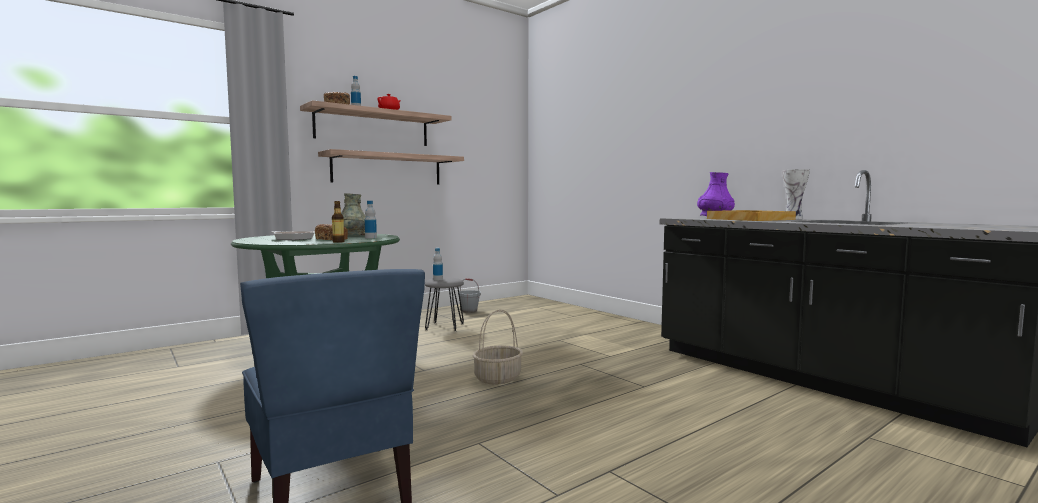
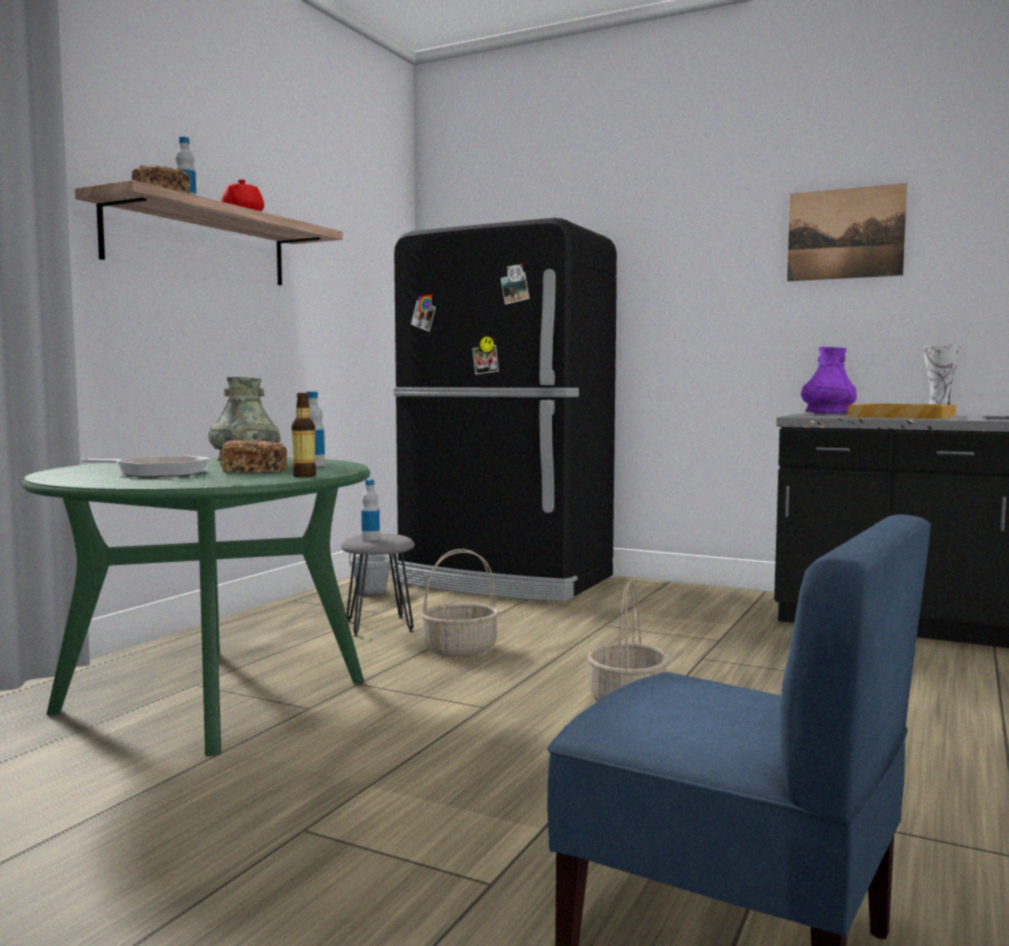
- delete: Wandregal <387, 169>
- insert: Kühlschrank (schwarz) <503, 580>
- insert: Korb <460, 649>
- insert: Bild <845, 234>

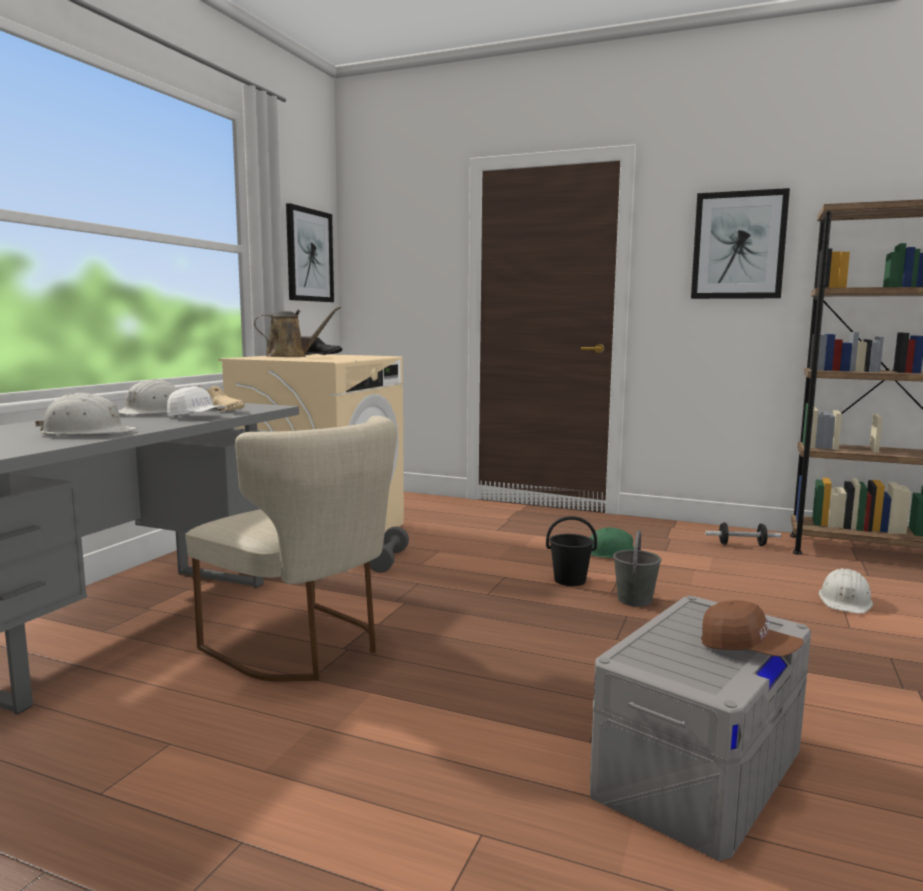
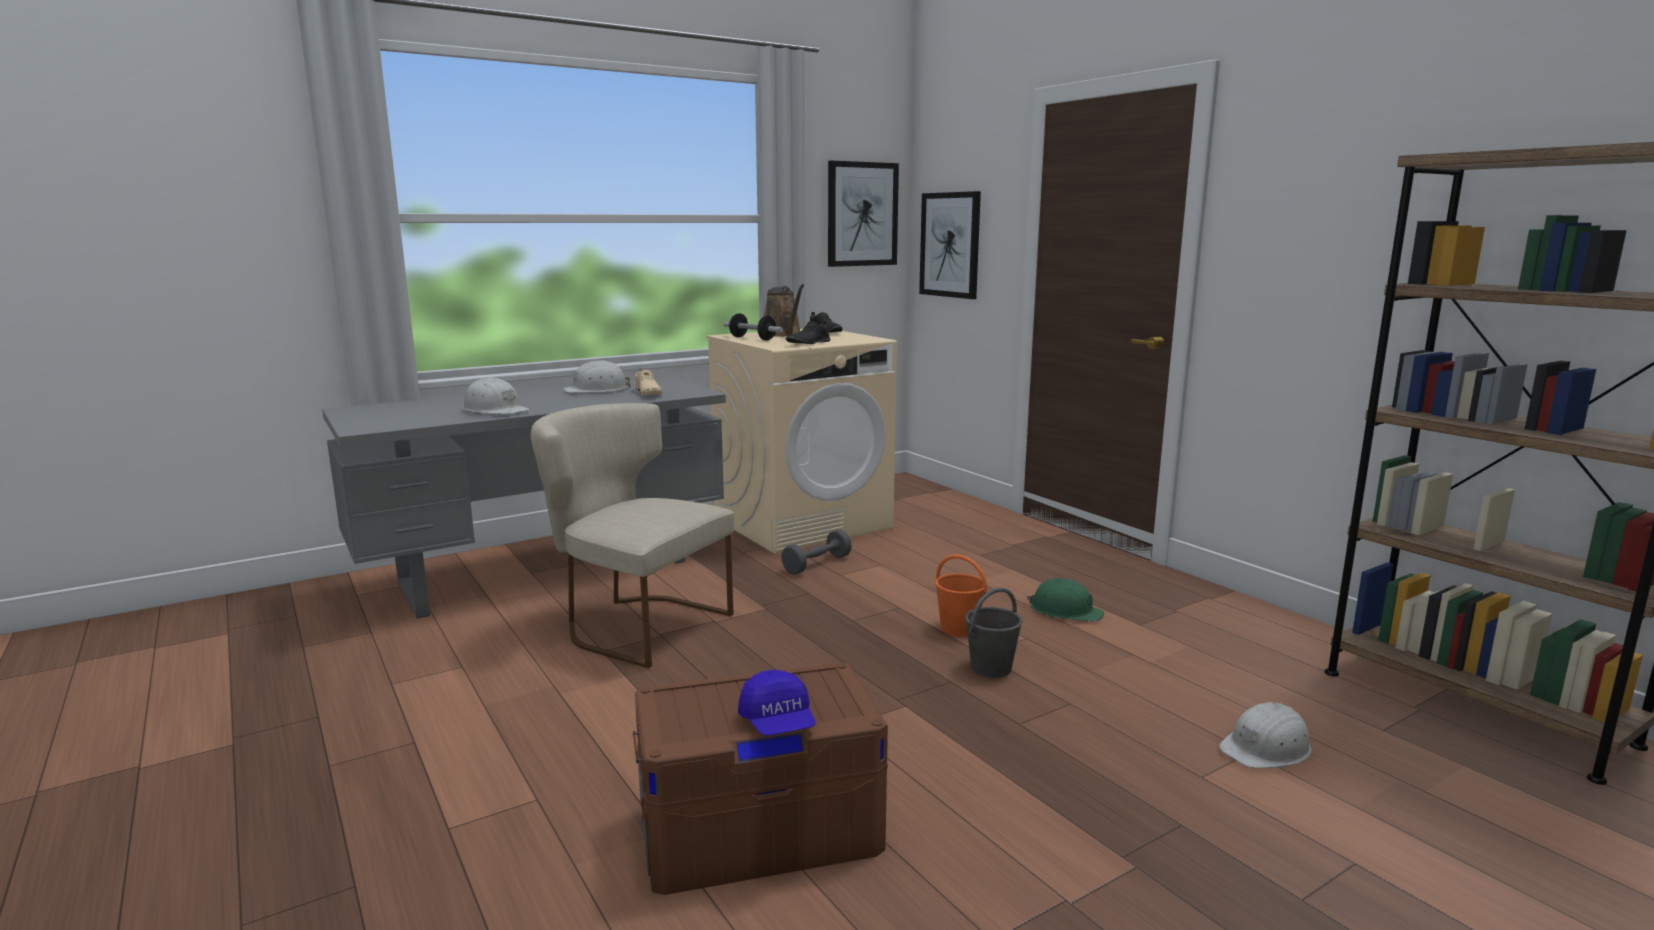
- delete: Kappe (weiß) <196, 417>
- insert: Schuh (schwarz) <808, 343>
- move: Bild <738, 245> to <950, 245>
- move: Hantel <742, 544> to <752, 338>
- recolor: Eimer (schwarz) <570, 580> to Eimer (orange) <959, 629>
- recolor: Aufbewahrungsbox (grau) <698, 769> to Aufbewahrungsbox (braun) <760, 829>
- recolor: Kappe (braun) <748, 649> to Kappe (blau) <778, 724>
- rotate: Stuhl (beige) <306, 647> = <635, 625> 135 degrees clockwise
- rotate: Gießkanne (braun) <290, 356> = <783, 334> 45 degrees clockwise

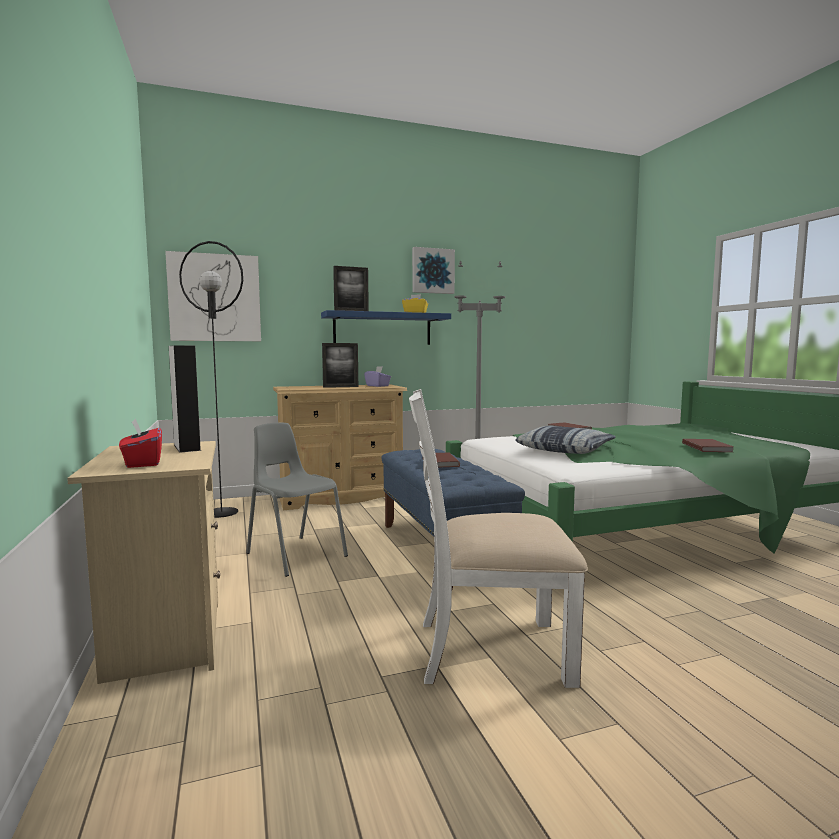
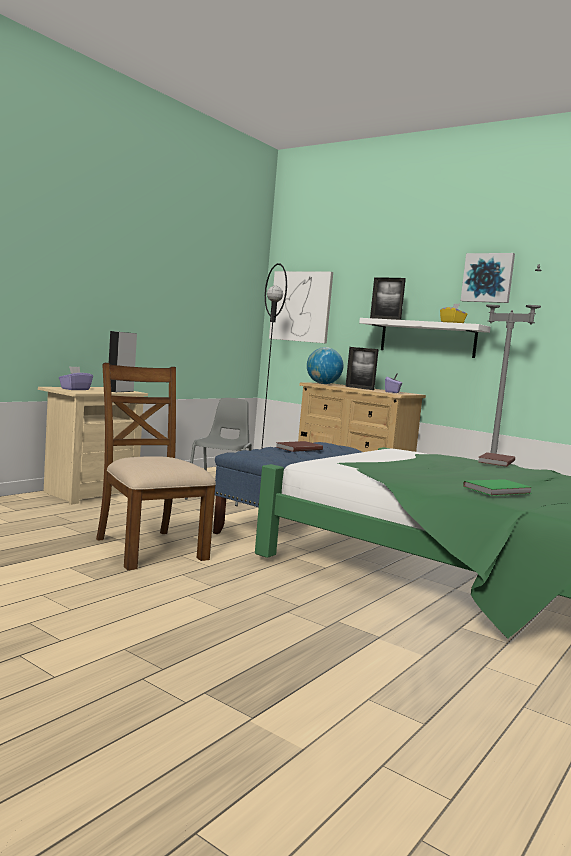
- delete: Kissen <565, 450>
- insert: Globus <323, 384>
- recolor: Taschentuchbox (rot) <142, 463> to Taschentuchbox (lila) <75, 389>
- recolor: Wandregal (blau) <382, 329> to Wandregal (weiß) <427, 338>
- recolor: Stuhl (weiß) <490, 650> to Stuhl (braun) <149, 548>
- recolor: Buch (braun) <707, 447> to Buch (grün) <499, 490>

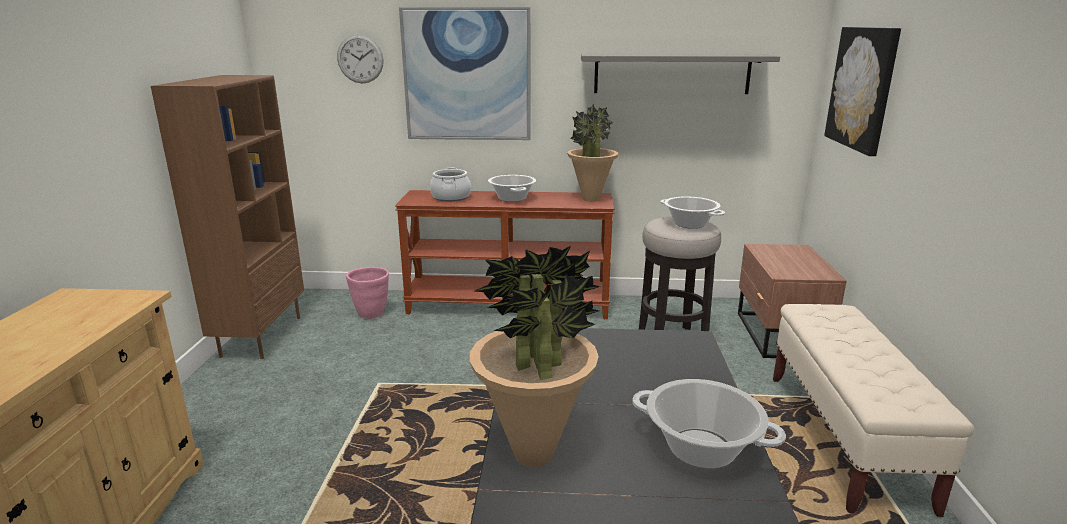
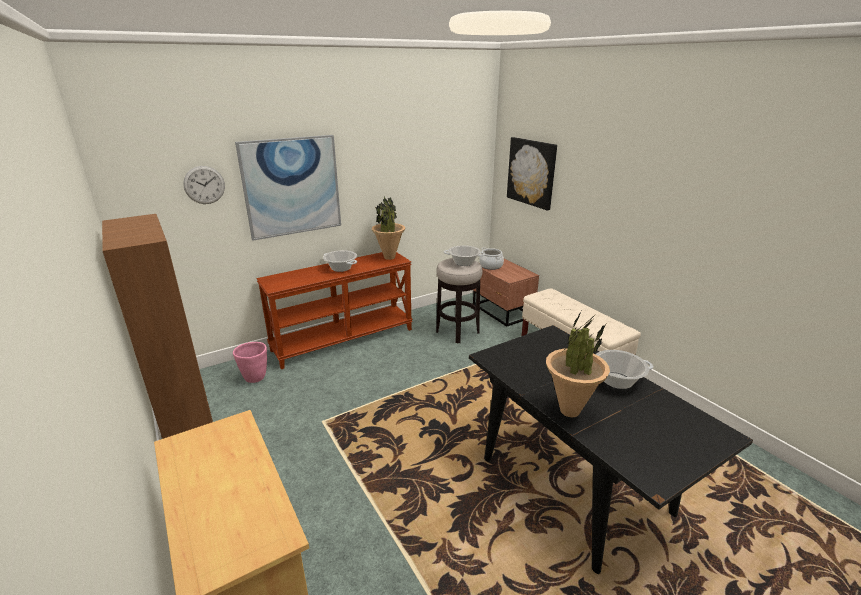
- delete: Wandregal (grau) <671, 73>
- move: Kochtopf <451, 197> to <491, 266>

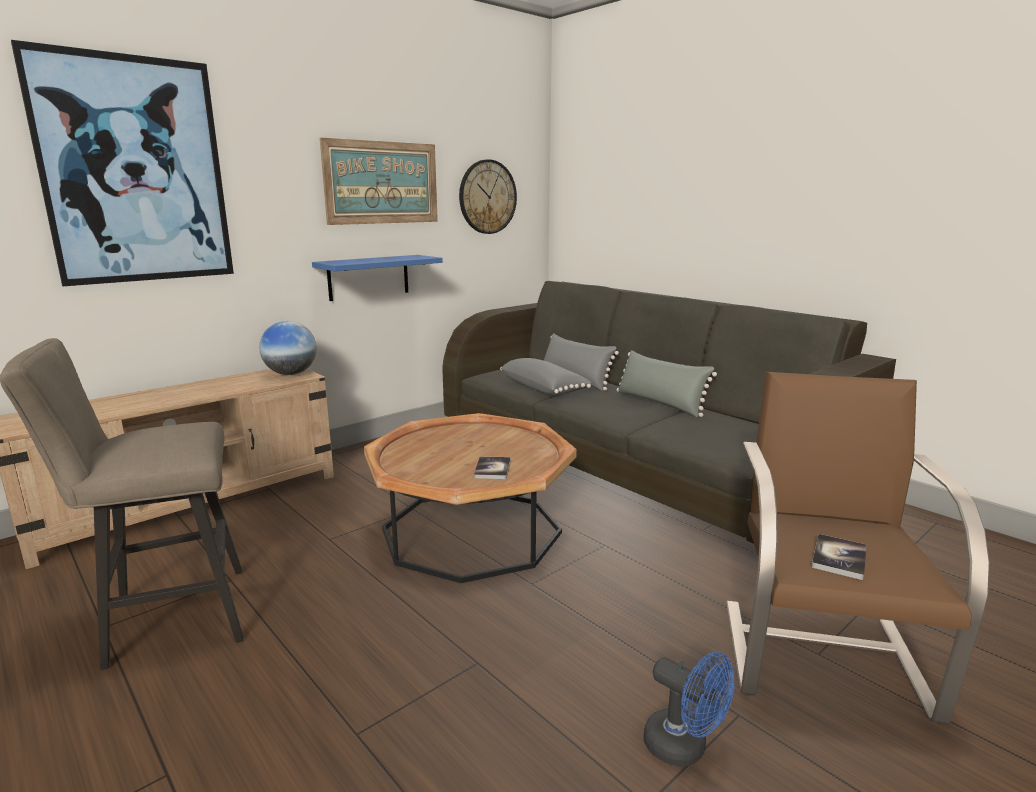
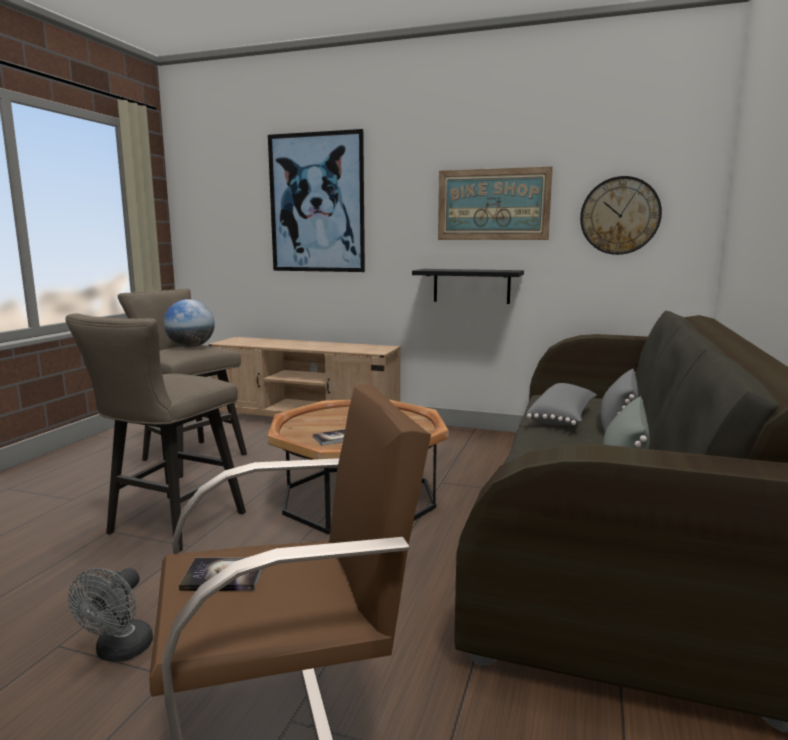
- insert: Hocker (beige) <169, 526>
- move: Globus <291, 374> to <191, 347>
- recolor: Wandregal (blau) <368, 277> to Wandregal (schwarz) <471, 286>
- recolor: Ventilator (blau) <684, 748> to Ventilator (grau) <119, 652>

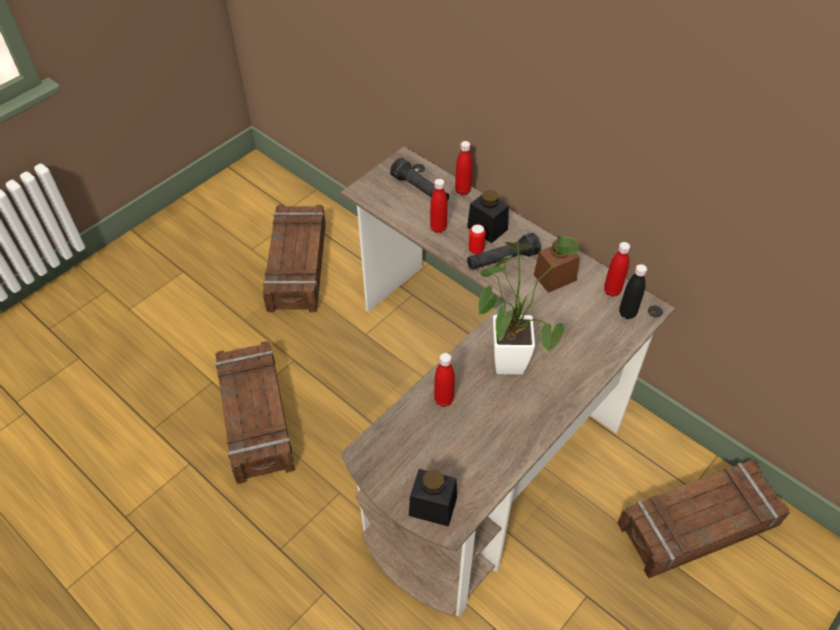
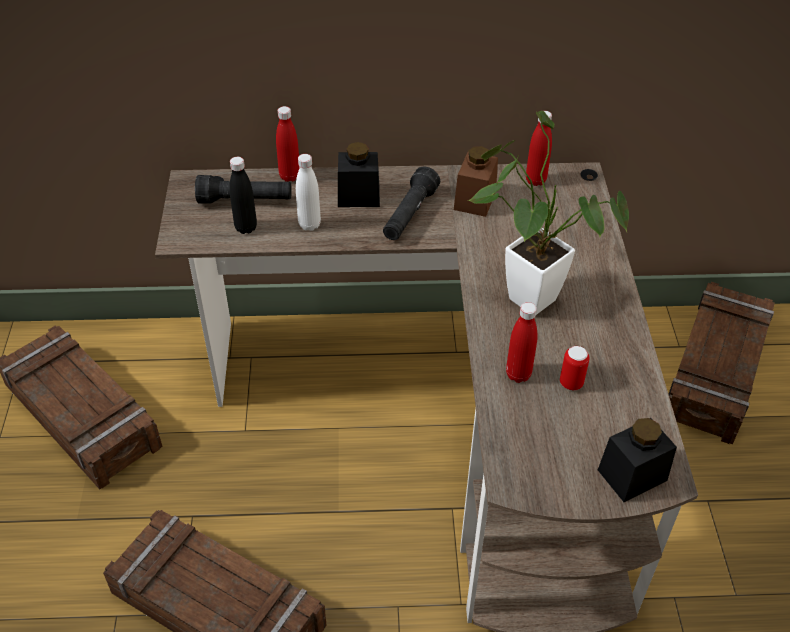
- move: Dose <476, 250> to <571, 383>
- move: Flasche (schwarz) <627, 313> to <246, 228>
- recolor: Flasche (rot) <438, 228> to Flasche (weiß) <309, 225>

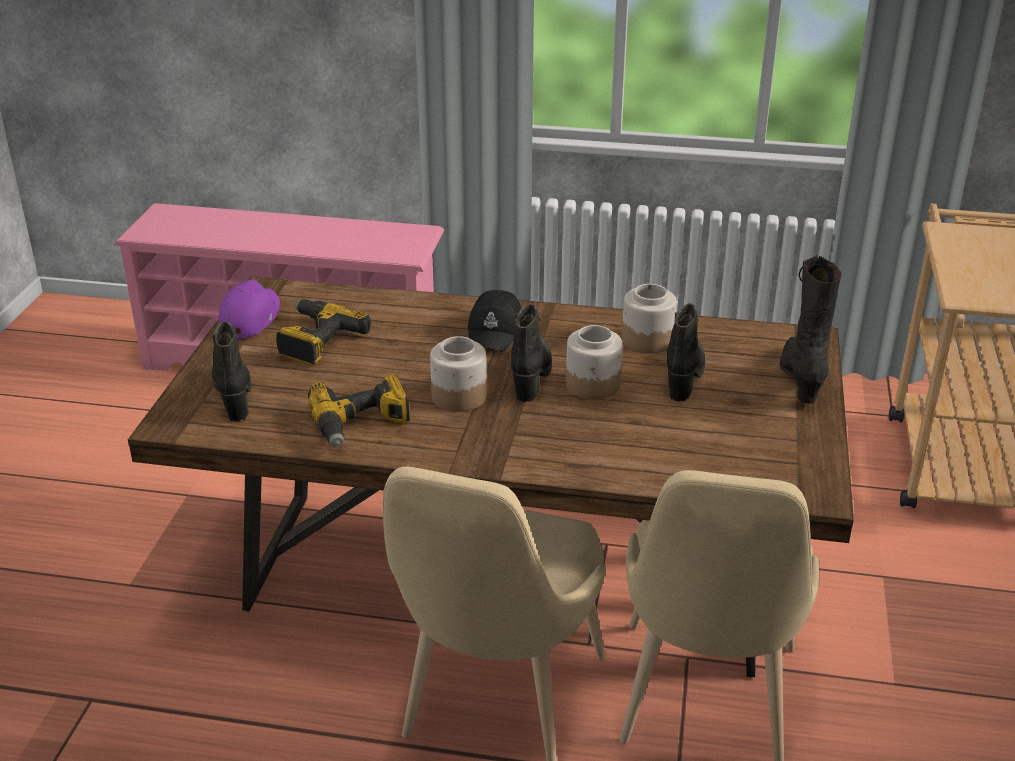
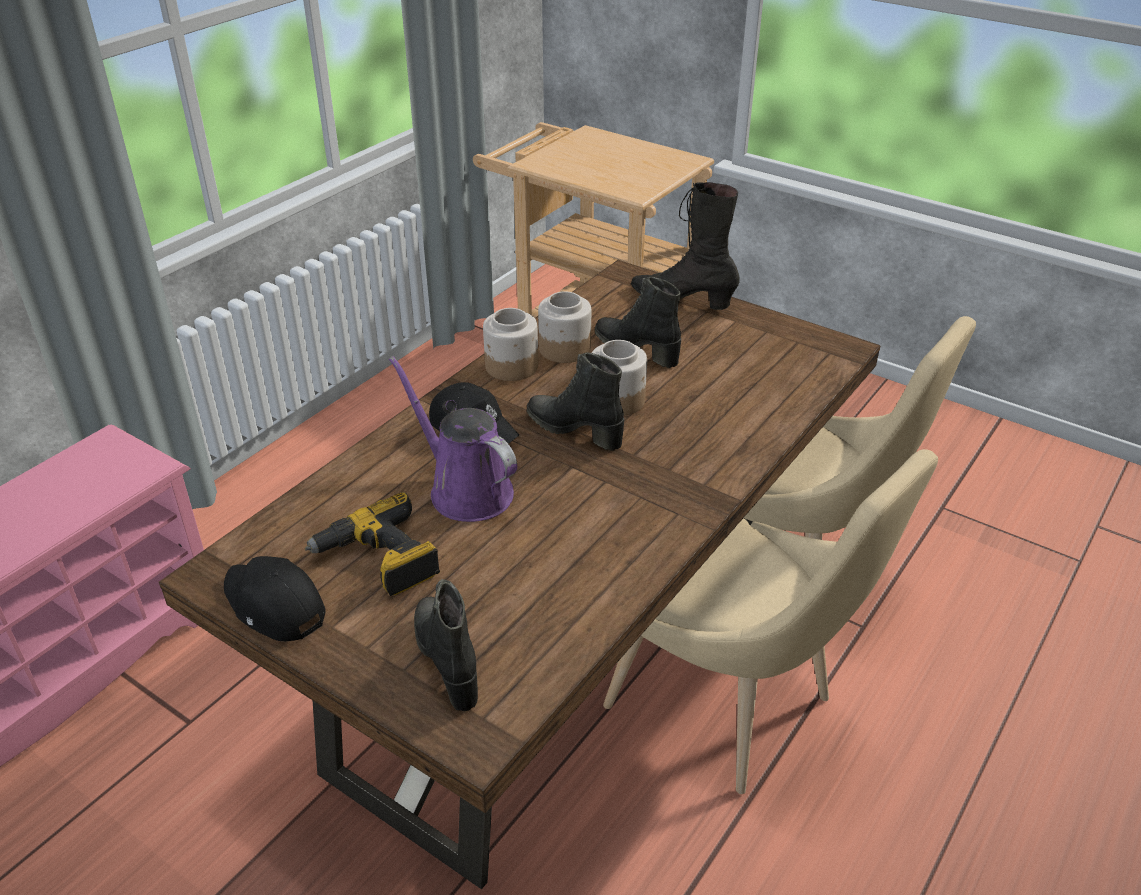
- delete: Bohrmaschine <361, 424>
- insert: Gießkanne (lila) <465, 490>
- move: Vorratsglas <458, 397> to <511, 367>
- recolor: Kappe (lila) <249, 318> to Kappe (schwarz) <274, 606>
- rotate: Stiefel (schwarz) <234, 394> = <449, 660> 60 degrees clockwise

